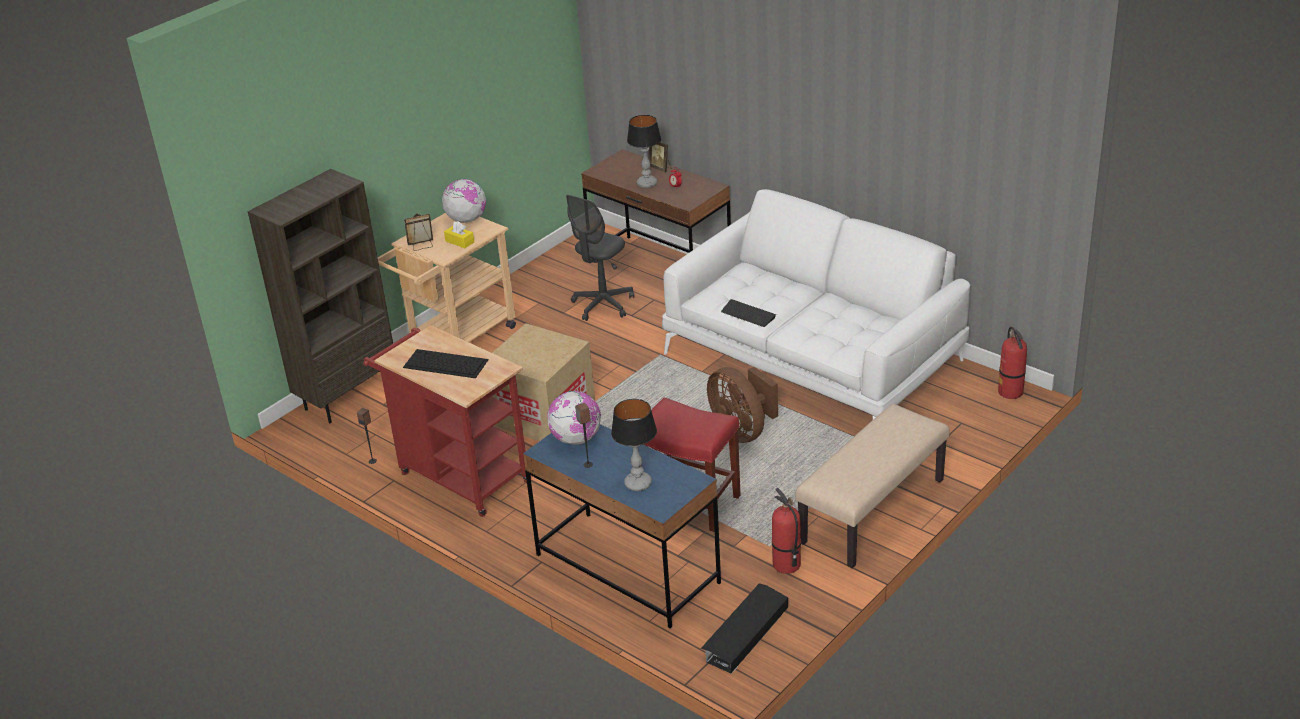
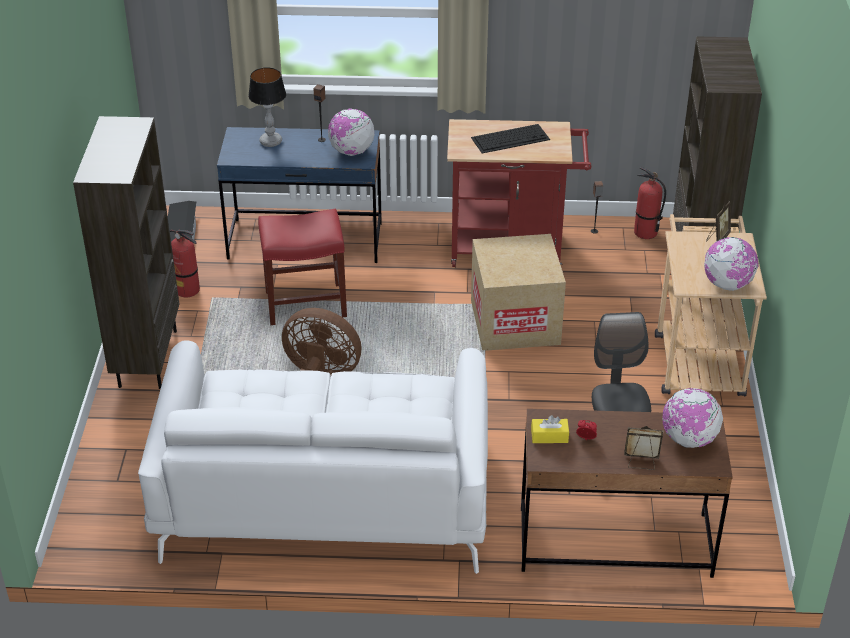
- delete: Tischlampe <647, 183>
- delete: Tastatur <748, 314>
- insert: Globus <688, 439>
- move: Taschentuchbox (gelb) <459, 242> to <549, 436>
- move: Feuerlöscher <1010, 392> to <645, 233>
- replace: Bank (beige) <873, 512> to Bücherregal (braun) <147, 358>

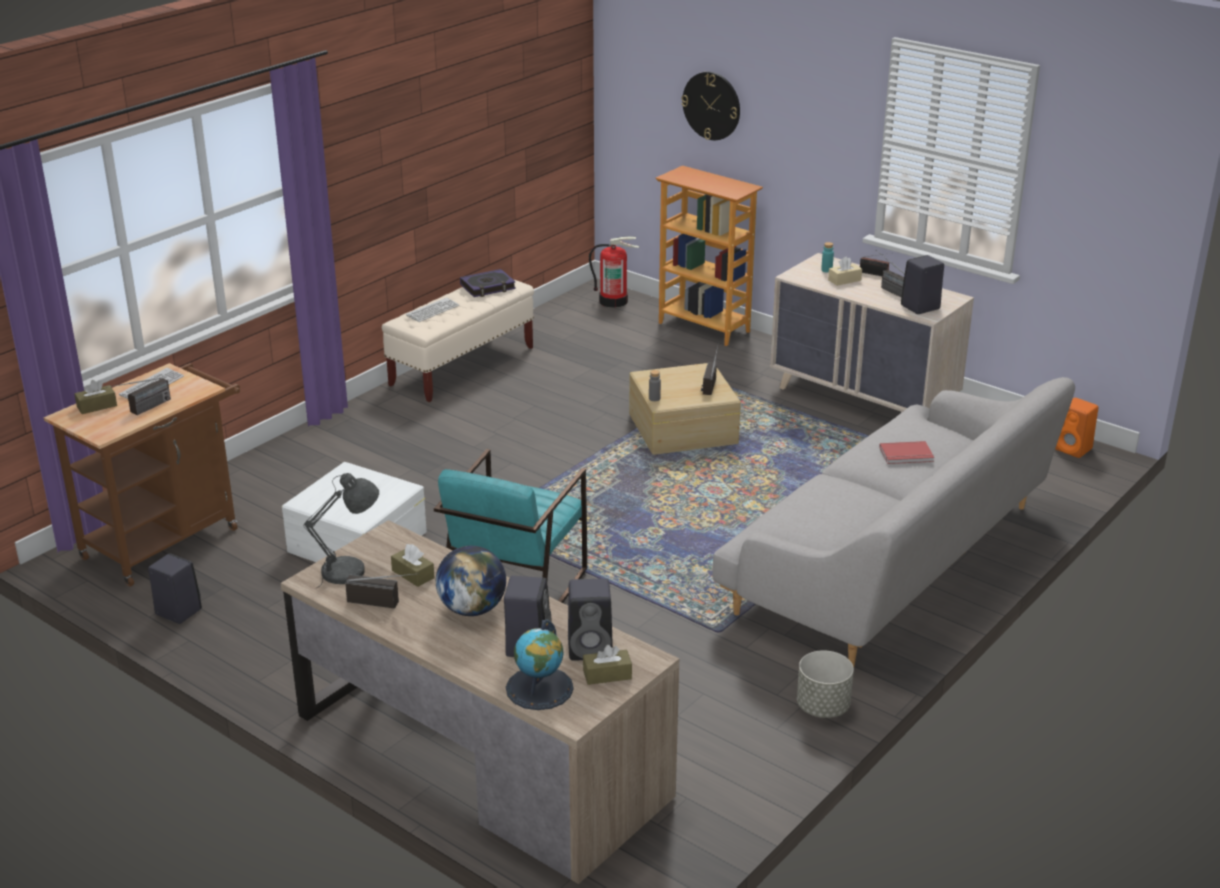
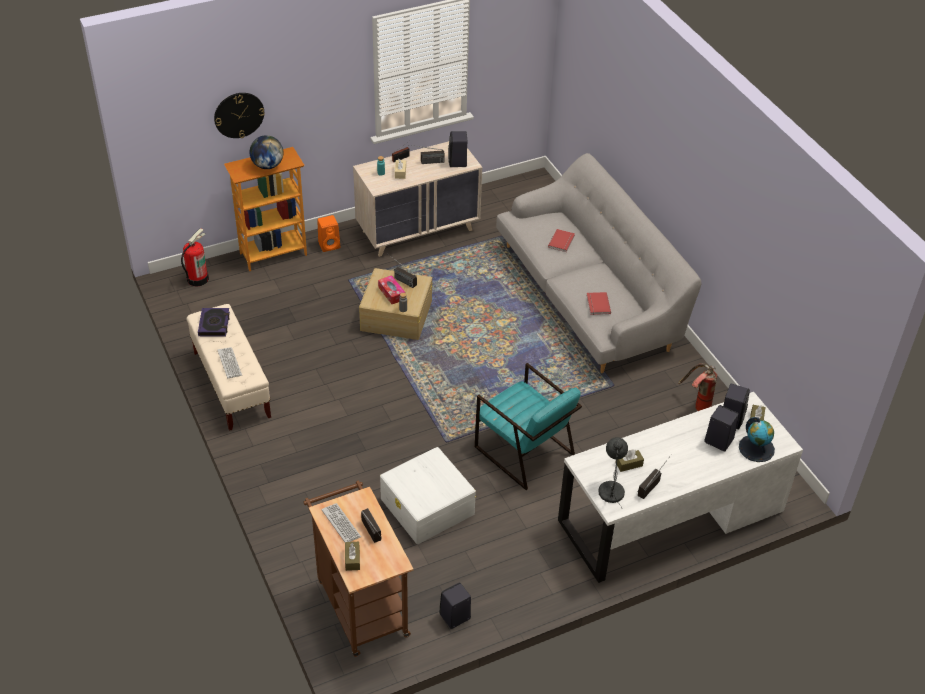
- delete: Pflanzkübel (grau) <823, 707>
- insert: Taschentuchbox <391, 293>
- insert: Buch (rot) <597, 304>
- insert: Feuerlöscher <696, 405>
- move: Globus <472, 609> to <267, 165>
- move: Lautsprecher (orange) <1074, 449> to <330, 245>
- recolor: Schreibtisch (braun) <480, 756> to Schreibtisch (weiß) <670, 516>

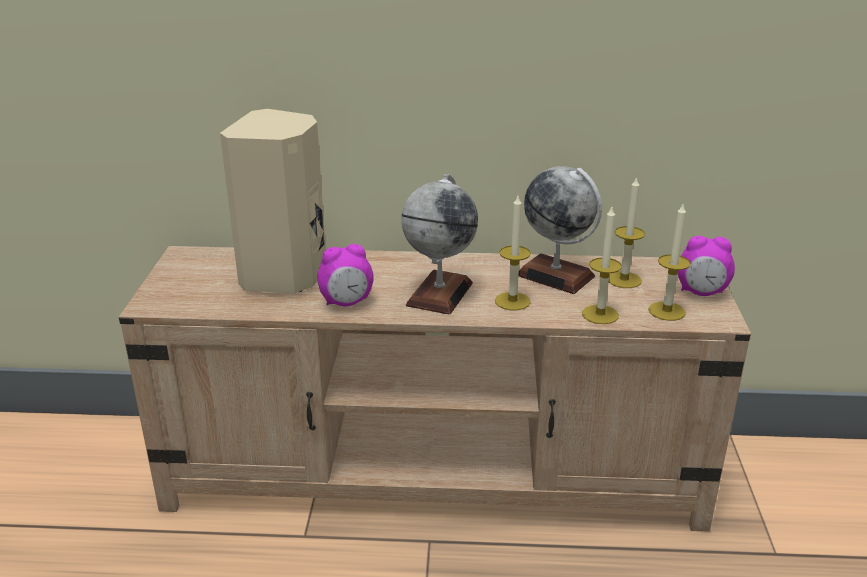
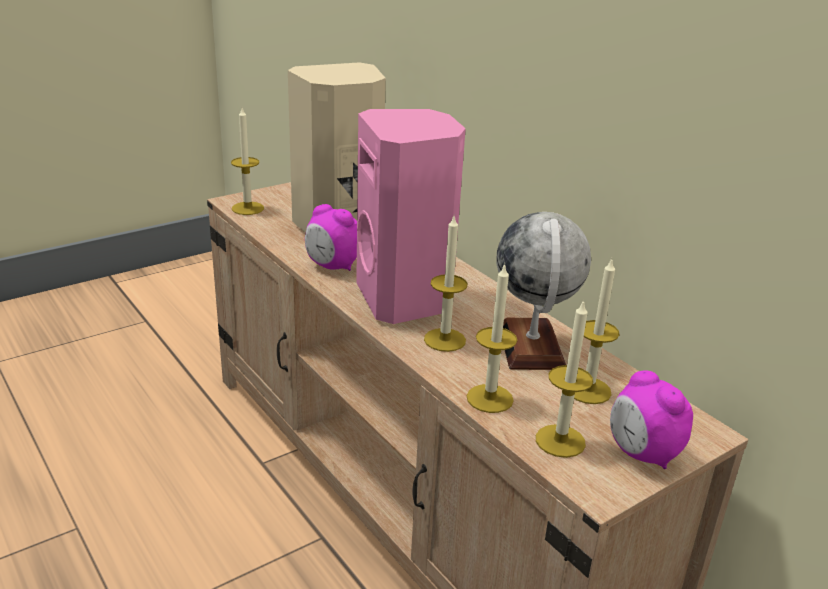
- insert: Kerze <247, 208>
- replace: Globus <439, 294> to Lautsprecher (rosa) <405, 300>

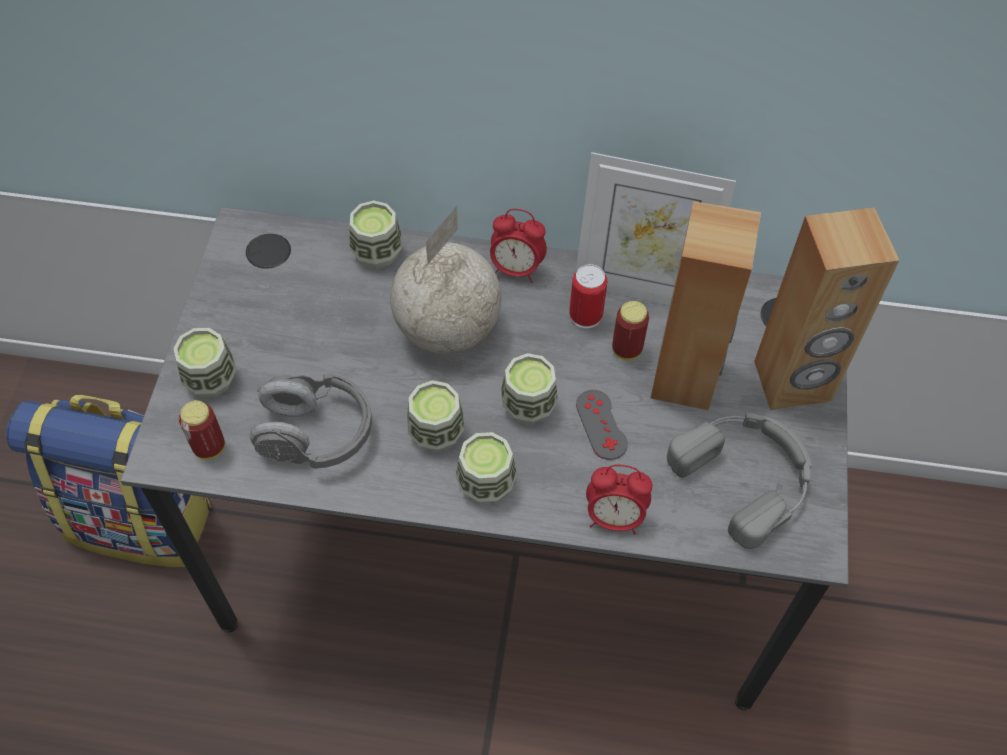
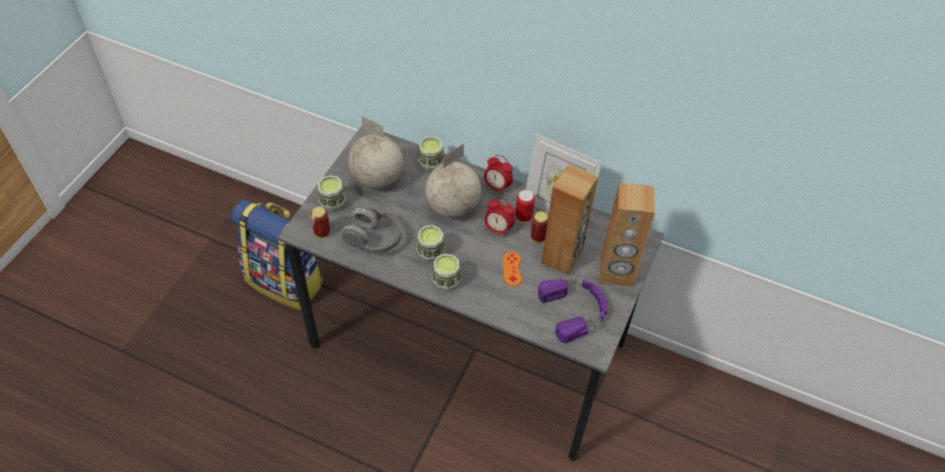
- delete: Tasse <528, 405>
- insert: Globus <377, 179>
- move: Wecker <614, 518> to <498, 229>
- recolor: Gamepad (grau) <601, 424> to Gamepad (orange) <512, 269>
- recolor: Kopfhörer (grau) <746, 476> to Kopfhörer (lila) <575, 310>

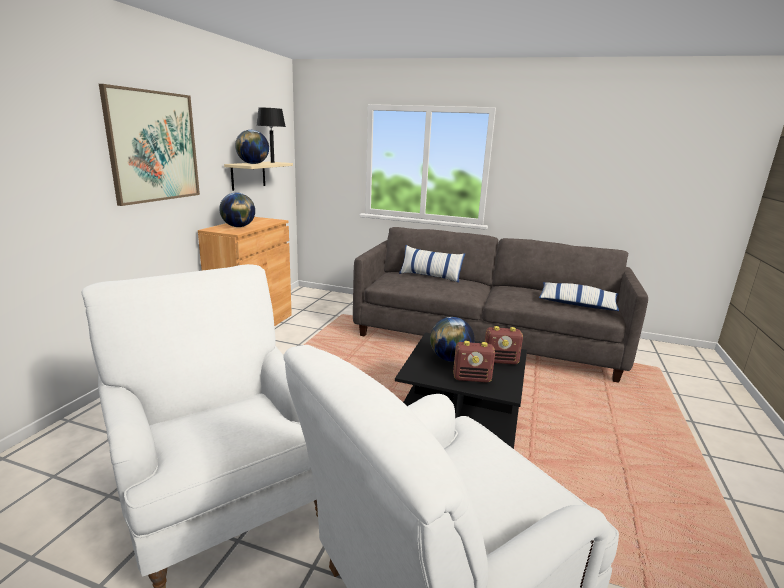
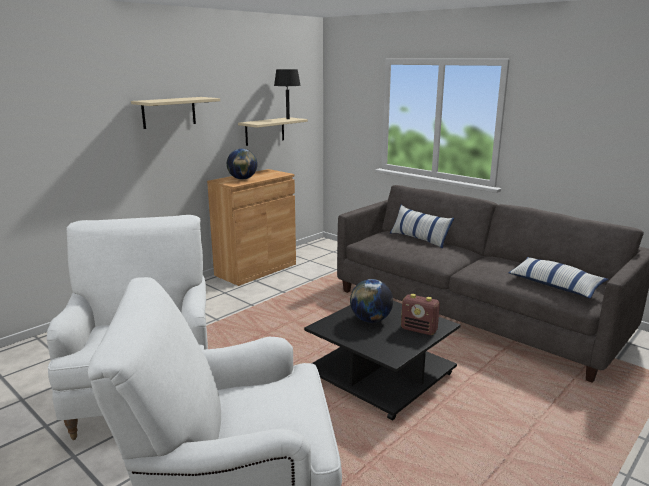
- delete: Globus <253, 164>
- delete: Radio <472, 378>
- replace: Bild <154, 146> to Wandregal (beige) <169, 112>

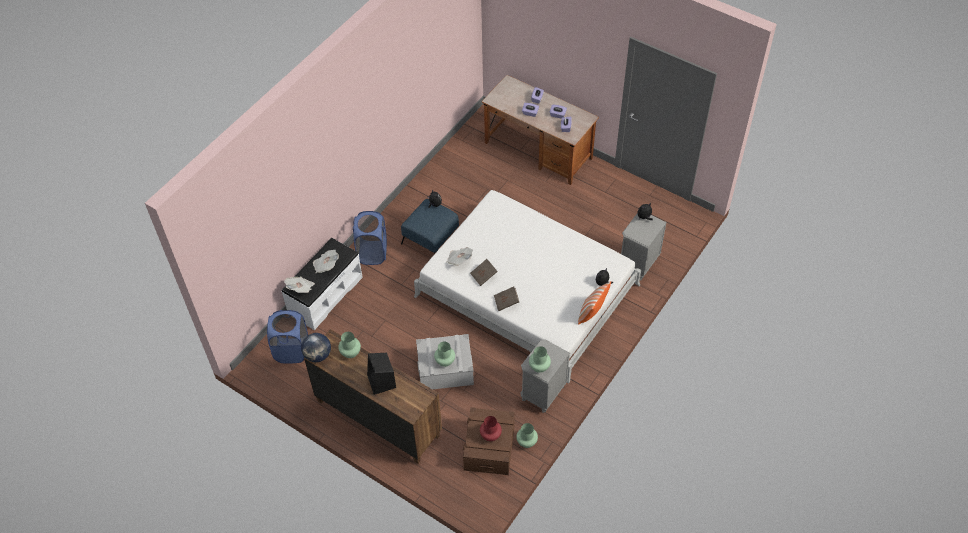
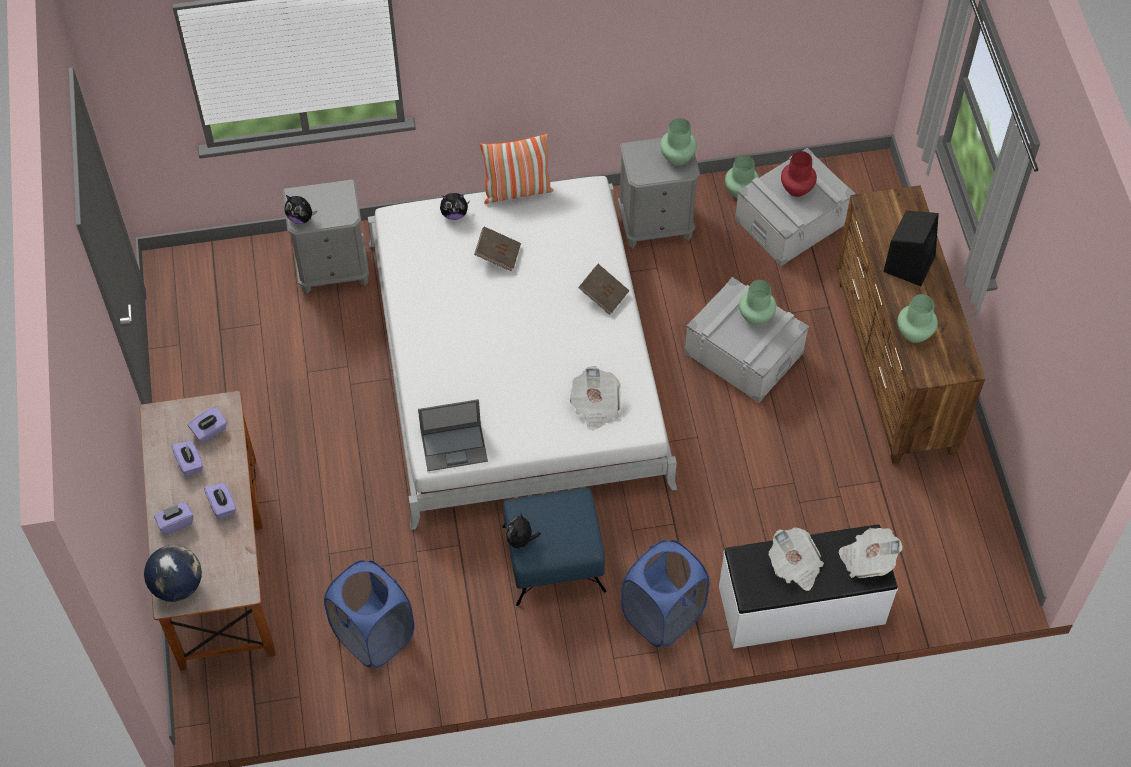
- insert: Laptop <455, 446>
- move: Wäschekorb (blau) <292, 351> to <373, 635>
- move: Globus <318, 355> to <177, 585>
- move: Buch (braun) <484, 276> to <498, 255>
- recolor: Aufbewahrungsbox (braun) <489, 448> to Aufbewahrungsbox (grau) <791, 220>

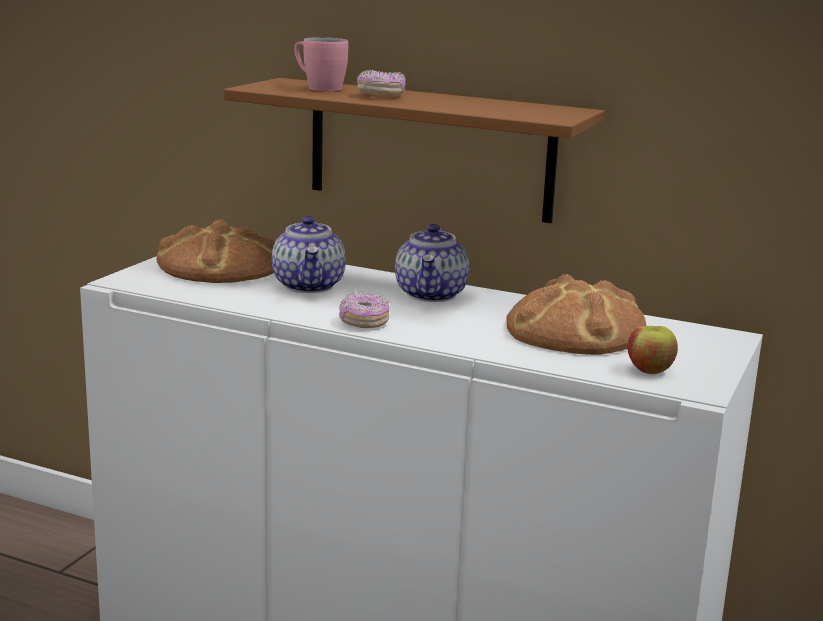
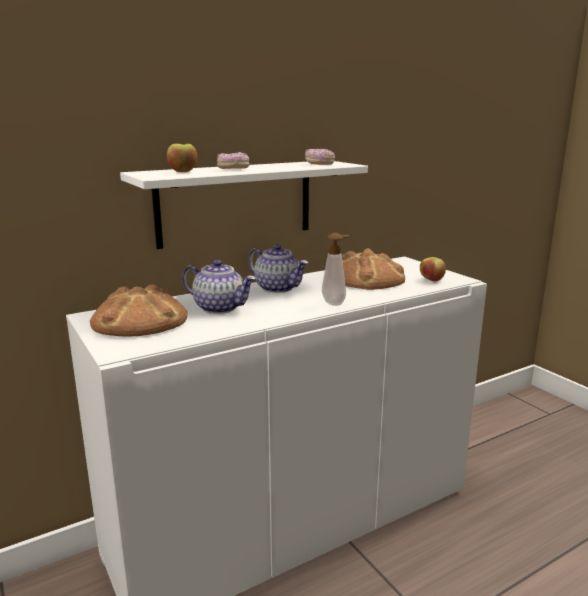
- insert: Seifenspender <335, 303>
- move: Donut <363, 322> to <320, 164>
- replace: Henkelbecher (rosa) <318, 88> to Apfel <182, 171>
- recolor: Wandregal (braun) <430, 149> to Wandregal (weiß) <236, 202>

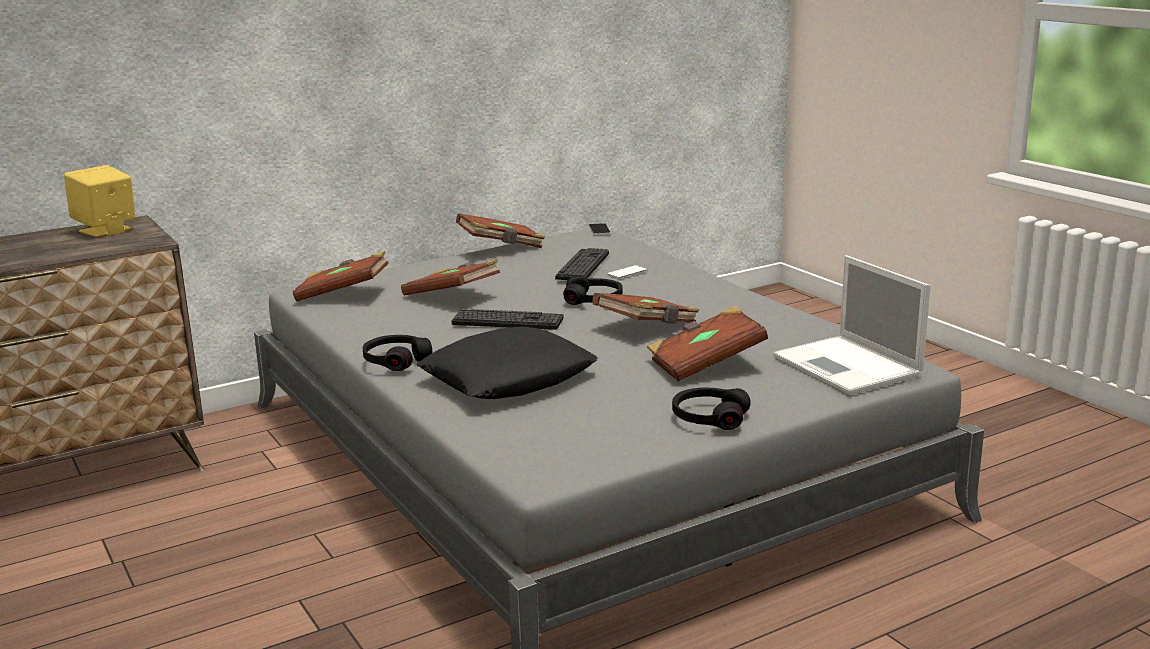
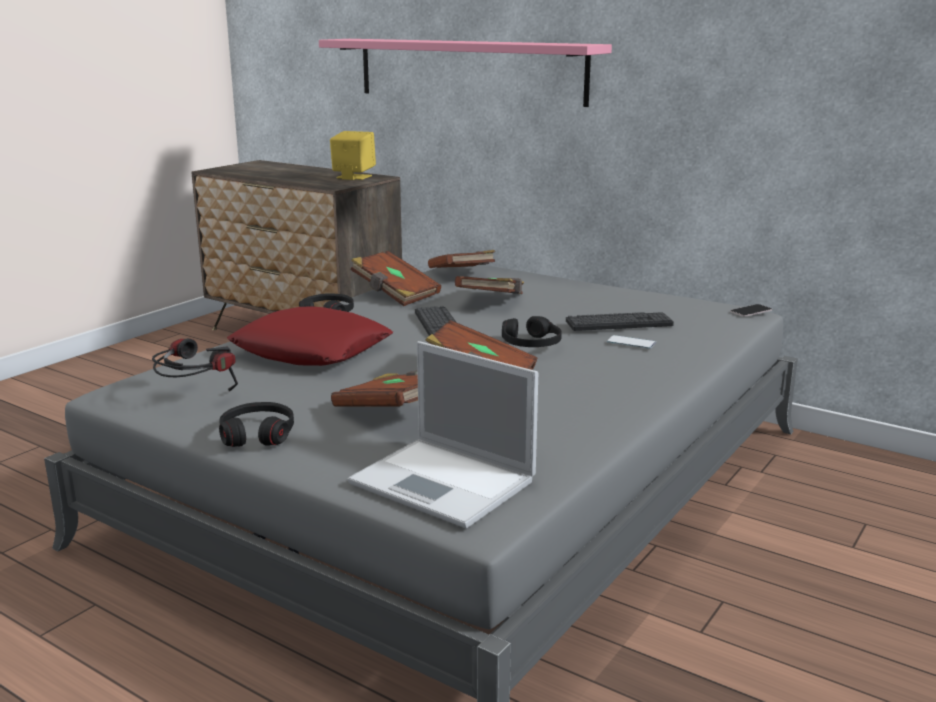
- insert: Kopfhörer <194, 398>
- insert: Wandregal (rosa) <468, 70>
- move: Buch (braun) <501, 247> to <395, 294>
- recolor: Kissen (schwarz) <508, 378> to Kissen (rot) <311, 350>
- rotate: Laptop <848, 367> = <445, 482> 90 degrees counterclockwise

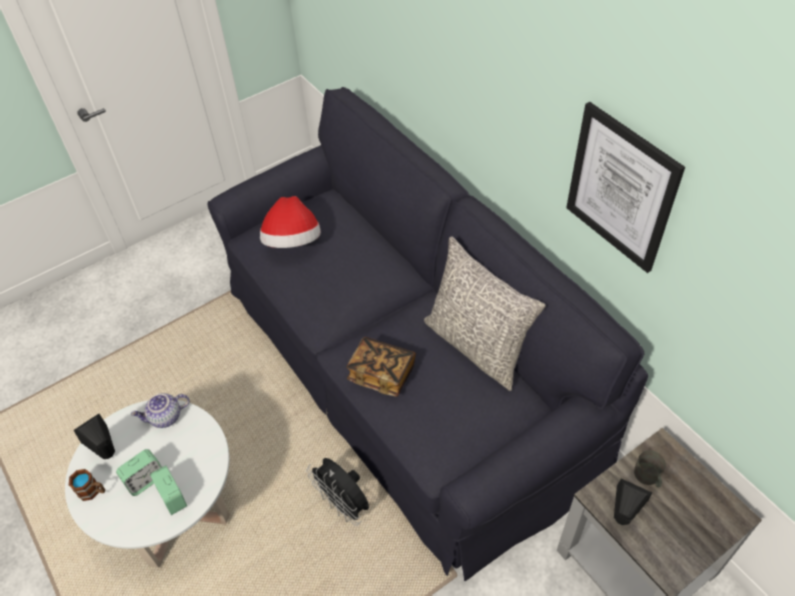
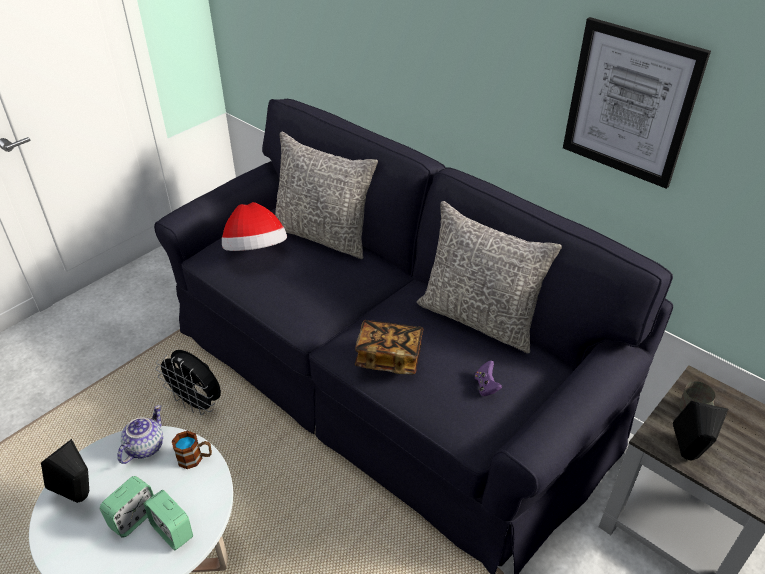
- insert: Kissen (grau) <323, 235>
- insert: Gamepad (lila) <486, 386>
- move: Henkelbecher <93, 491> to <195, 458>
- move: Ventilator (schwarz) <344, 505> to <197, 403>
- rotate: Teekanne <165, 418> = <144, 446> 150 degrees clockwise

